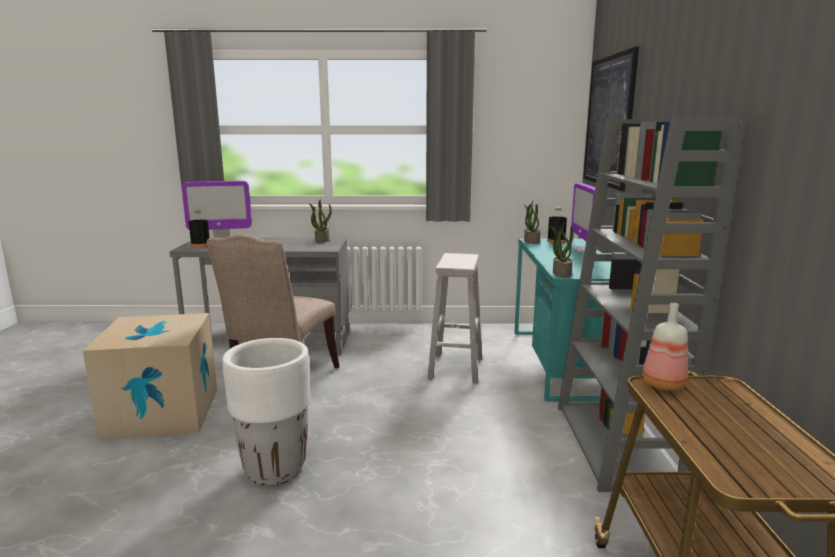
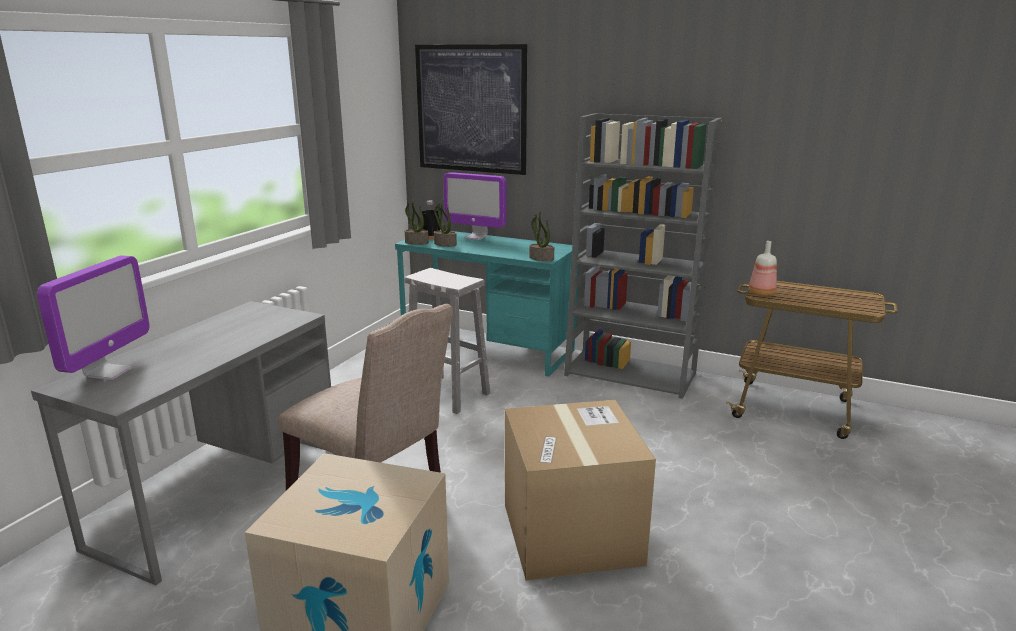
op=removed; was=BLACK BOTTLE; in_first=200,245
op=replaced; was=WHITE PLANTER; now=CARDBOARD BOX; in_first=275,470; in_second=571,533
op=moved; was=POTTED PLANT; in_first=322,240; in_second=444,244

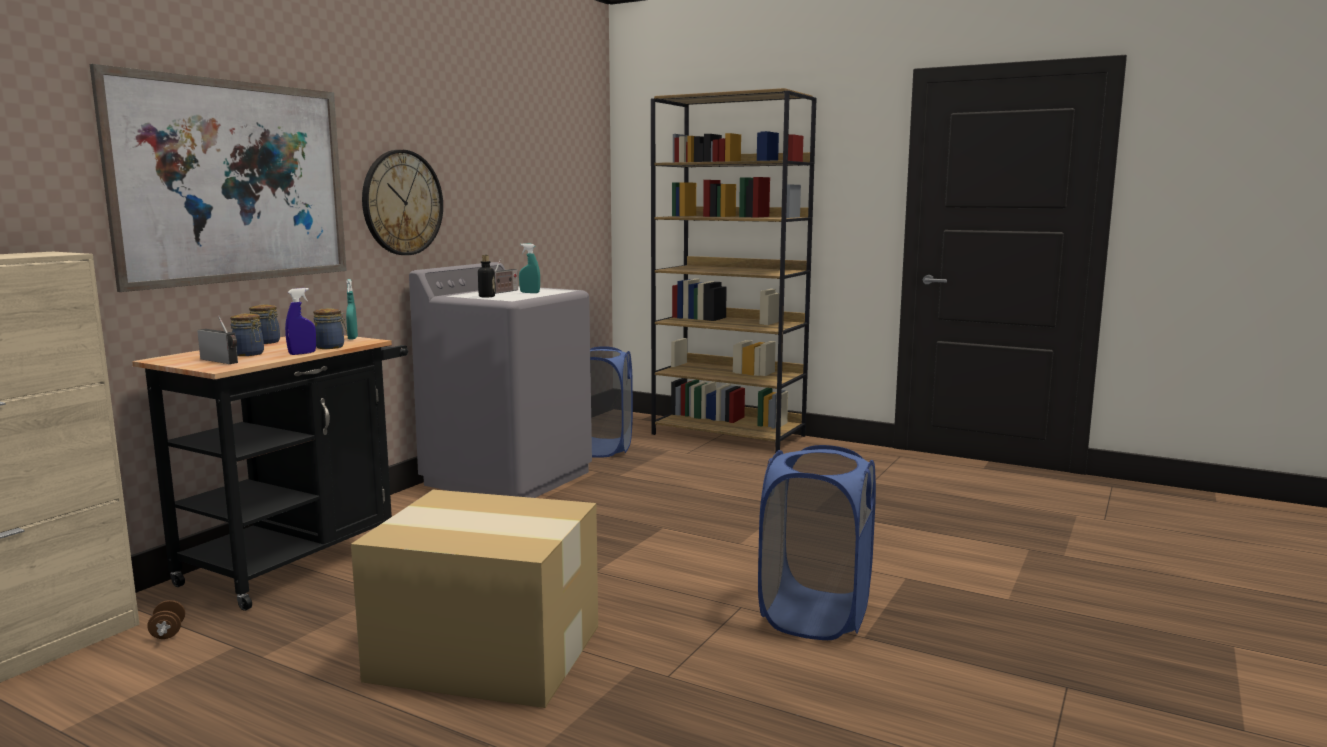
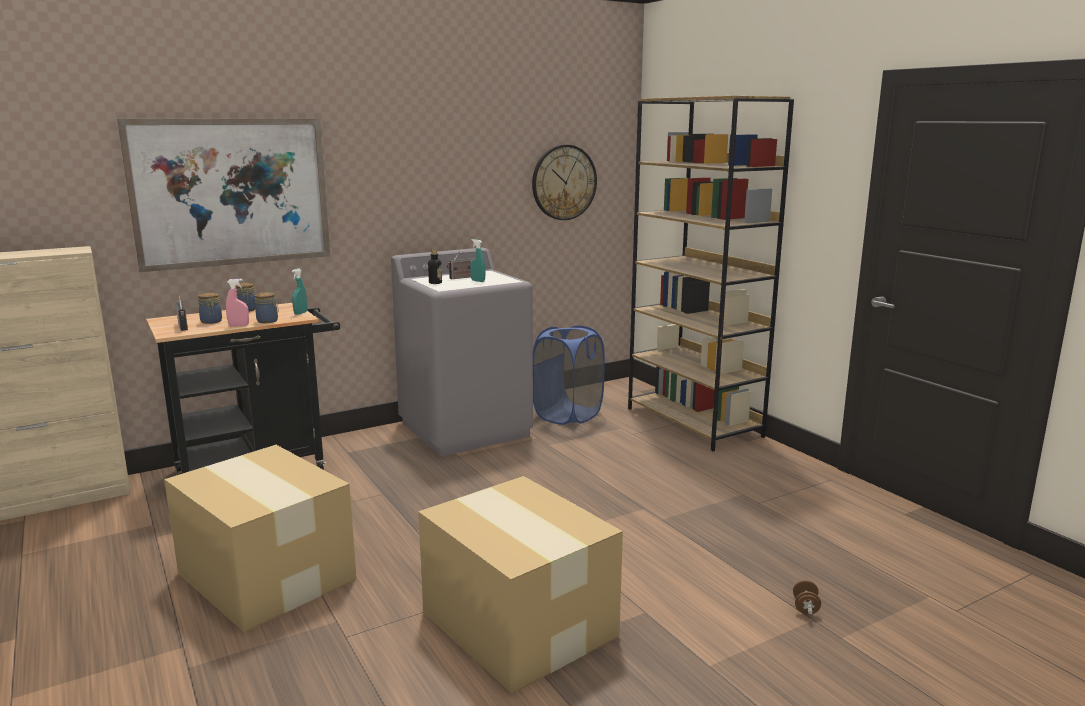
op=moved; was=BROWN DUMBBELL; in_first=168,633; in_second=805,607
op=recoloured; was=BLUE SPRAY BOTTLE; now=PINK SPRAY BOTTLE; in_first=302,353; in_second=238,326
op=moved; was=WALL CLOCK; in_first=402,203; in_second=564,182
op=replaced; was=BLUE LAUNDRY BASKET; now=CARDBOARD BOX; in_first=815,615; in_second=518,622

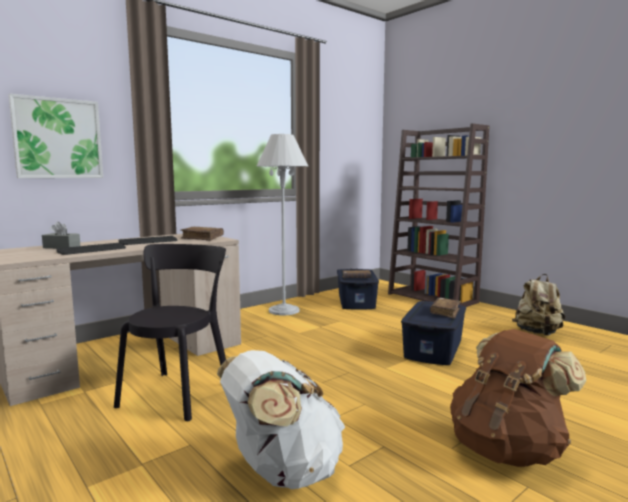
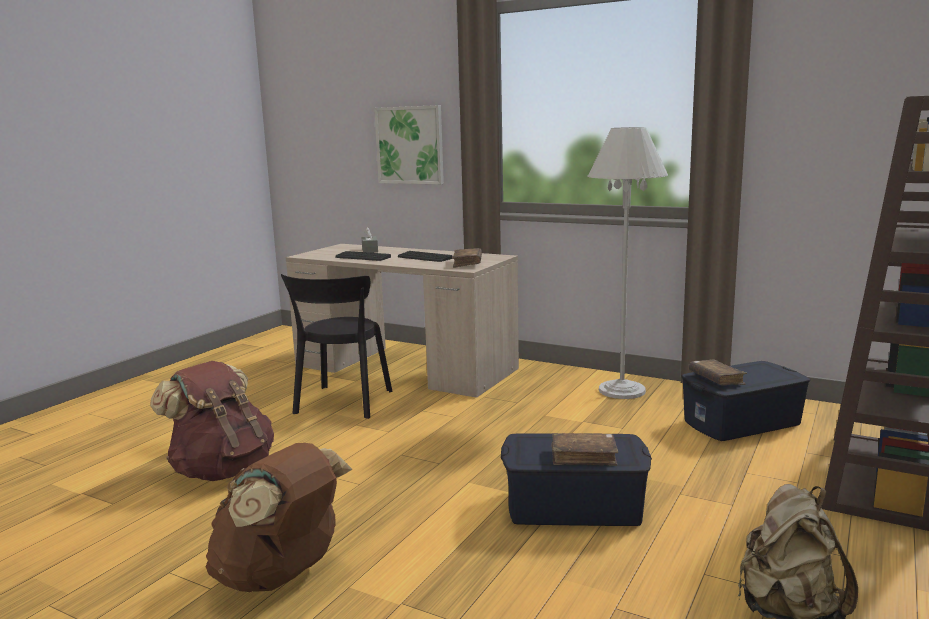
op=turned; was=BLACK CHAIR; in_first=178,392; in_second=342,404; clockwise=105
op=recoloured; was=WHITE BACKPACK; now=BROWN BACKPACK; in_first=282,472; in_second=222,470

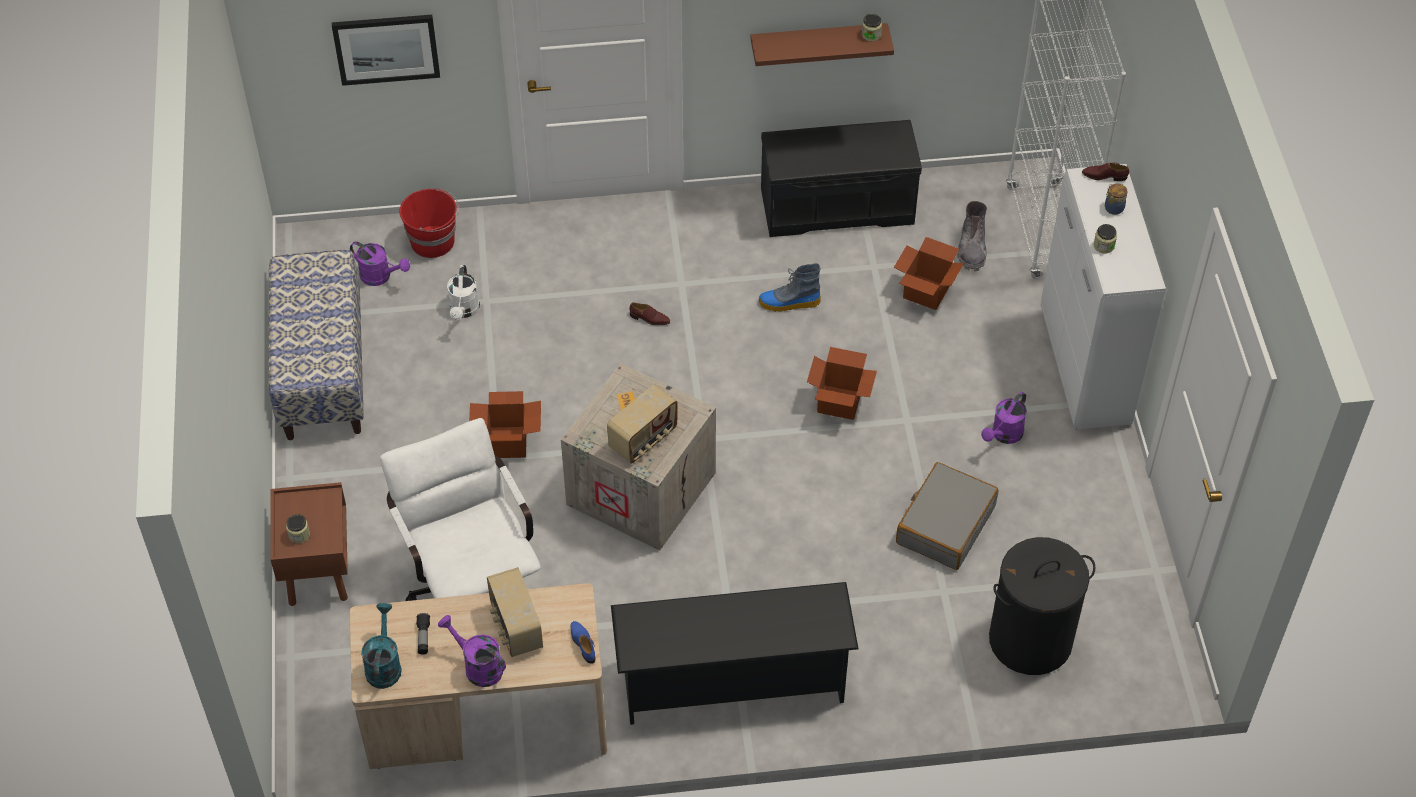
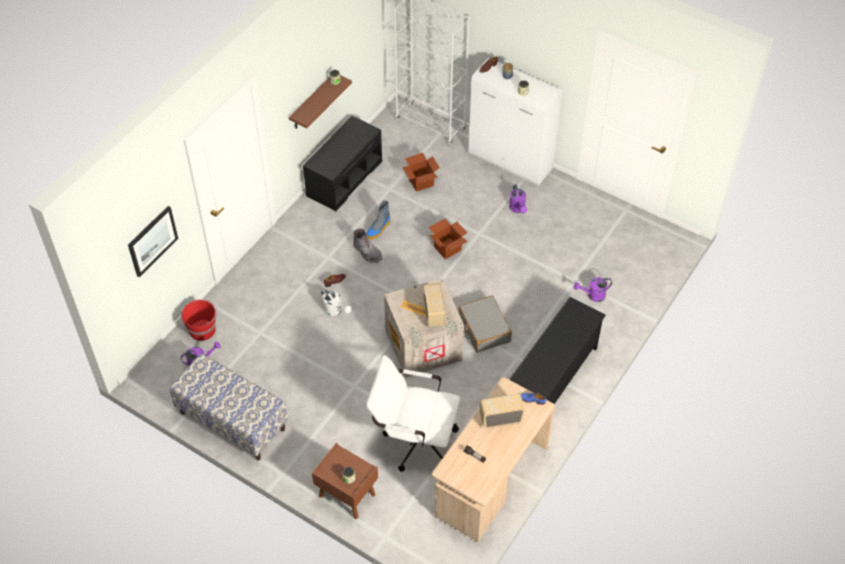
op=removed; was=TURQUOISE WATERING CAN; in_first=384,664
op=moved; was=PURPLE WATERING CAN; in_first=477,666; in_second=593,295
op=moved; was=WHITE WATERING CAN; in_first=464,311; in_second=335,311
op=removed; was=CARDBOARD BOX; in_first=508,442
op=turned; was=RADIO; in_first=515,627; in_second=500,418; clockwise=150
op=moved; was=GREY SUITCASE; in_first=945,524; in_second=484,329
op=moved; was=GREY BOOT; in_first=972,249; in_second=367,253
op=removed; was=BLACK LAUNDRY BASKET; in_first=1030,640

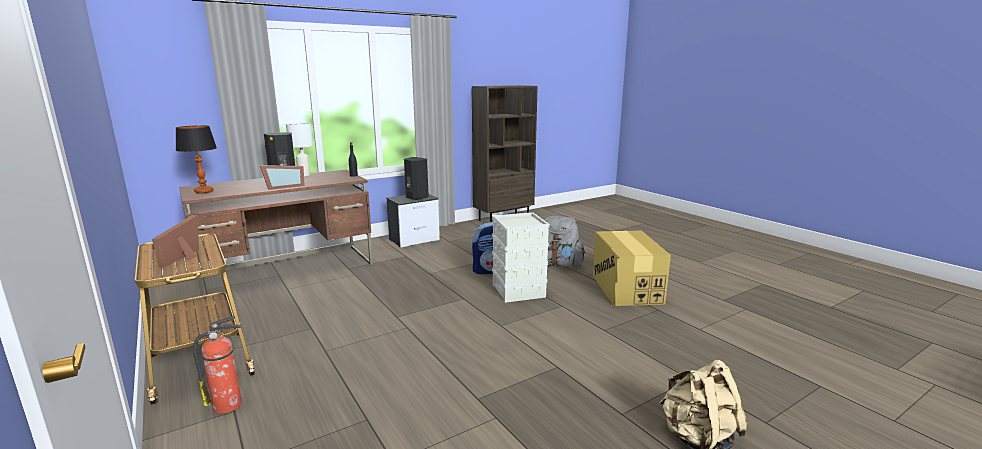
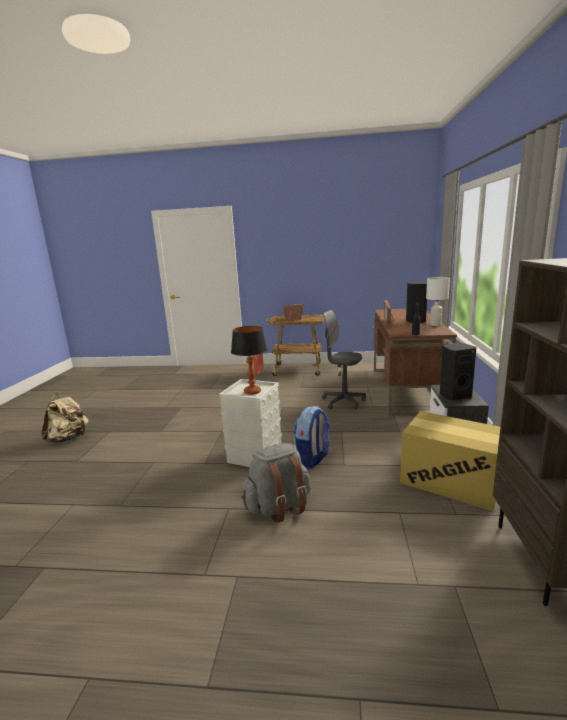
op=moved; was=TABLE LAMP; in_first=204,192; in_second=252,392
op=moved; was=CARDBOARD BOX; in_first=626,288; in_second=451,481
op=added; now=GREY OFFICE CHAIR; in_second=343,402

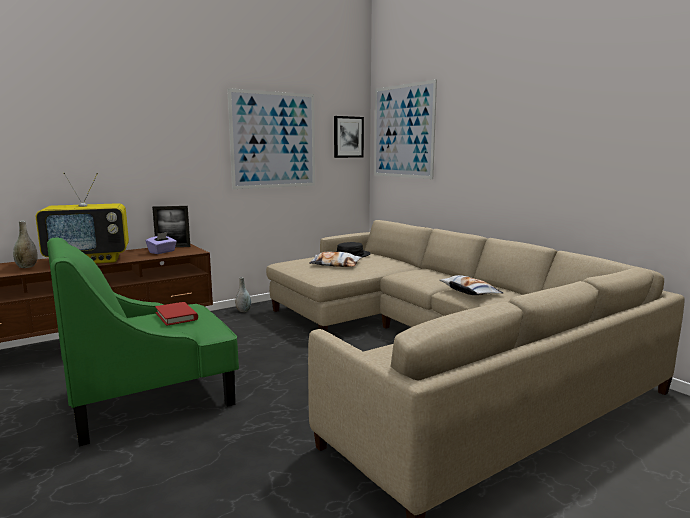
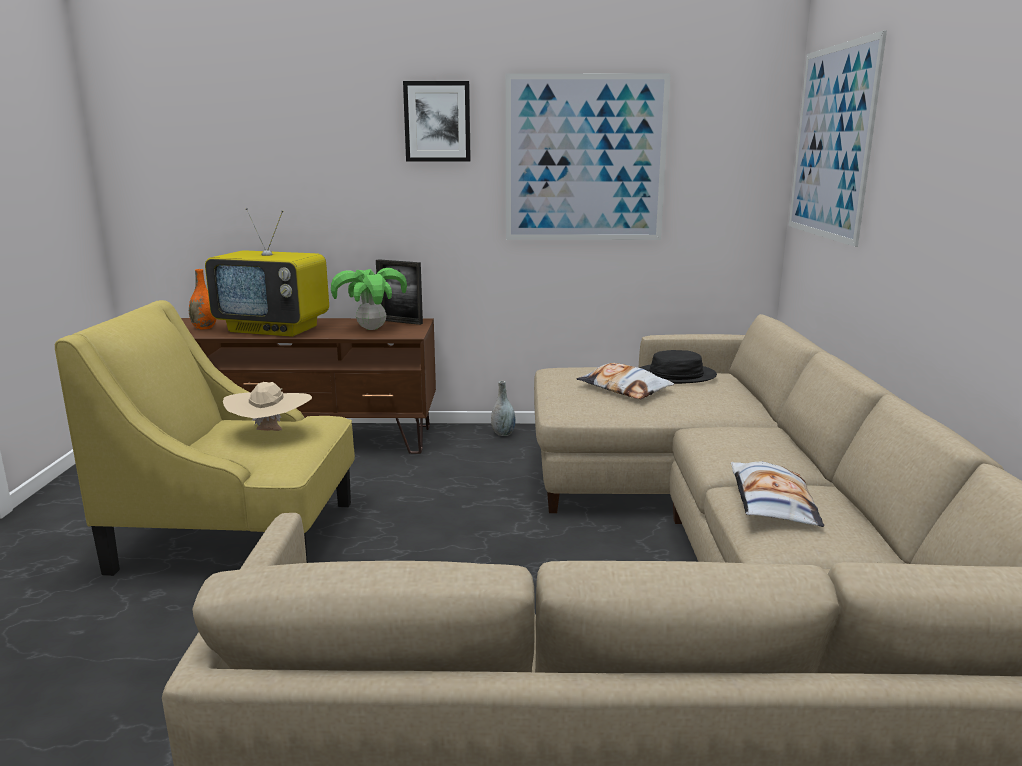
op=recoloured; was=GREY VASE; now=ORANGE VASE; in_first=27,267; in_second=204,328
op=recoloured; was=GREEN ARMCHAIR; now=YELLOW ARMCHAIR; in_first=151,397; in_second=238,535
op=replaced; was=PURPLE TISSUE BOX; now=POTTED PLANT; in_first=162,252; in_second=371,328
op=replaced; was=RED BOOK; now=BEIGE HAT; in_first=176,316; in_second=270,433
op=moved; was=PICTURE; in_first=348,137; in_second=437,122

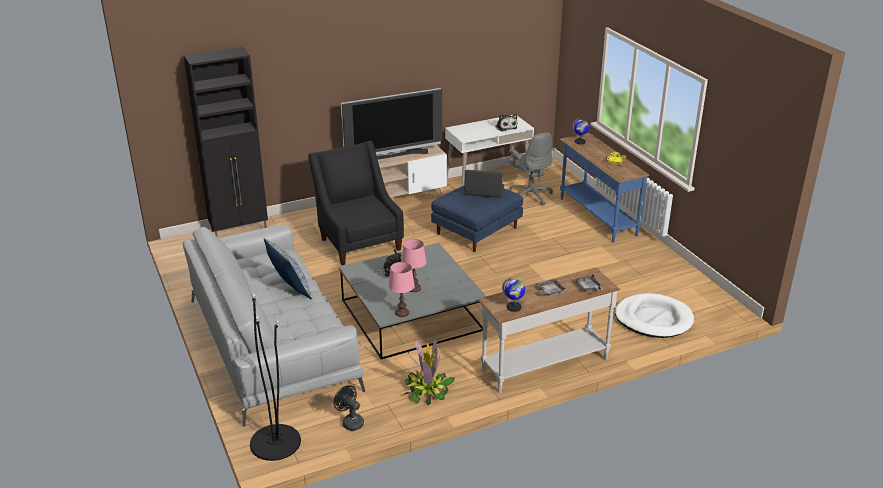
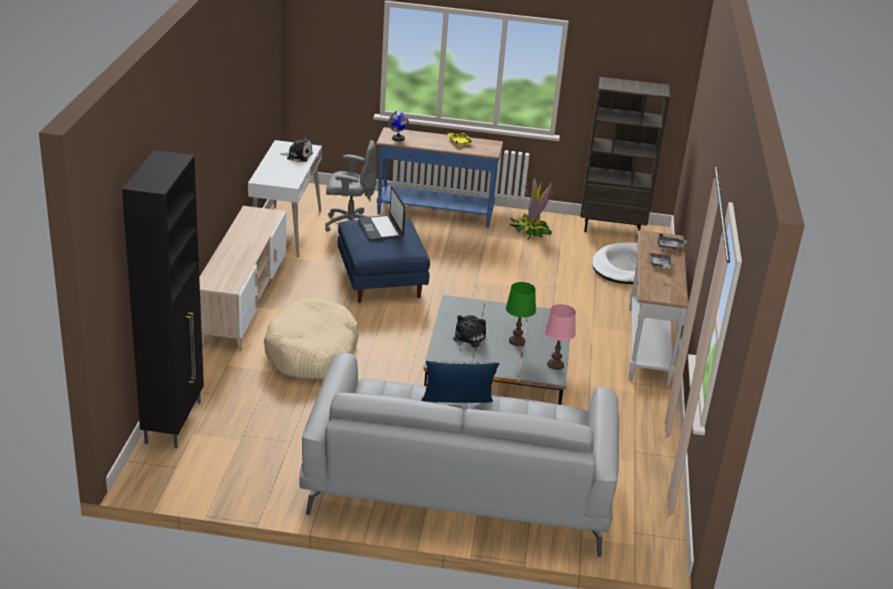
op=removed; was=BLACK FLOOR LAMP; in_first=275,442
op=replaced; was=BLACK ARMCHAIR; now=BEIGE DOG BED; in_first=358,241; in_second=311,352
op=removed; was=BLACK FAN; in_first=350,422
op=removed; was=TELEVISION; in_first=392,156
op=recoloured; was=PINK TABLE LAMP; now=GREEN TABLE LAMP; in_first=414,288; in_second=516,341
op=moved; was=POTTED PLANT; in_first=426,391; in_second=530,231
op=turned; was=LAPTOP; in_first=484,191; in_second=381,228; clockwise=-60
op=removed; was=GLOBE; in_first=514,307
op=added; now=BROWN BOOKCASE; in_second=612,229

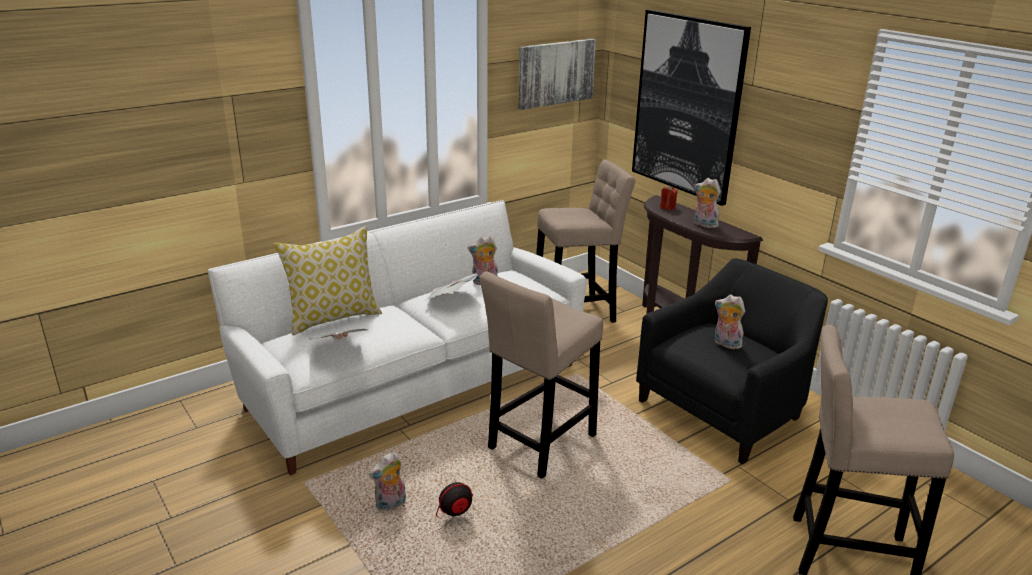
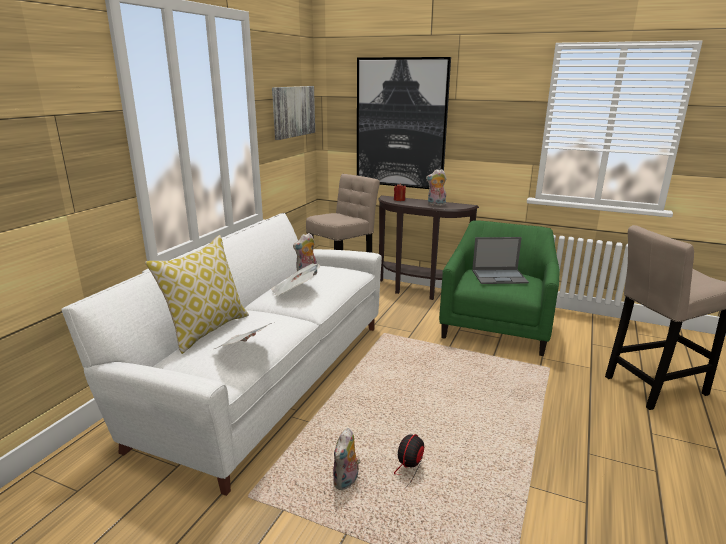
op=removed; was=BEIGE STOOL; in_first=539,445
op=recoloured; was=BLACK ARMCHAIR; now=GREEN ARMCHAIR; in_first=724,409; in_second=496,327
op=replaced; was=PLUSH TOY; now=LAPTOP; in_first=726,344; in_second=500,277

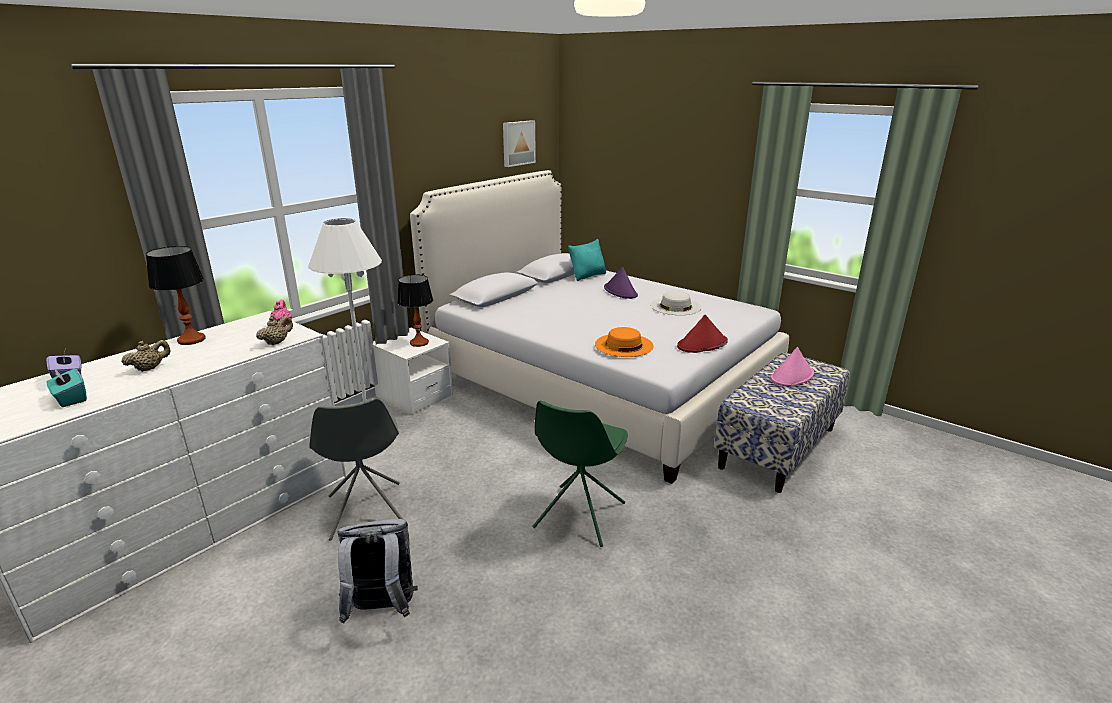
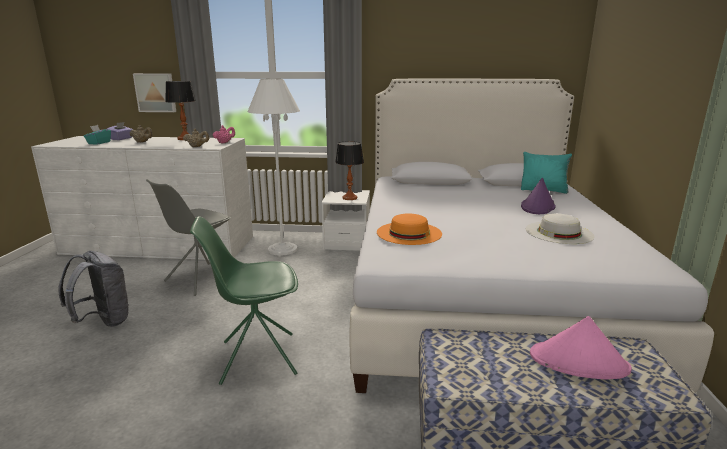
op=moved; was=PICTURE; in_first=517,143; in_second=156,92
op=removed; was=RED HAT; in_first=702,344

